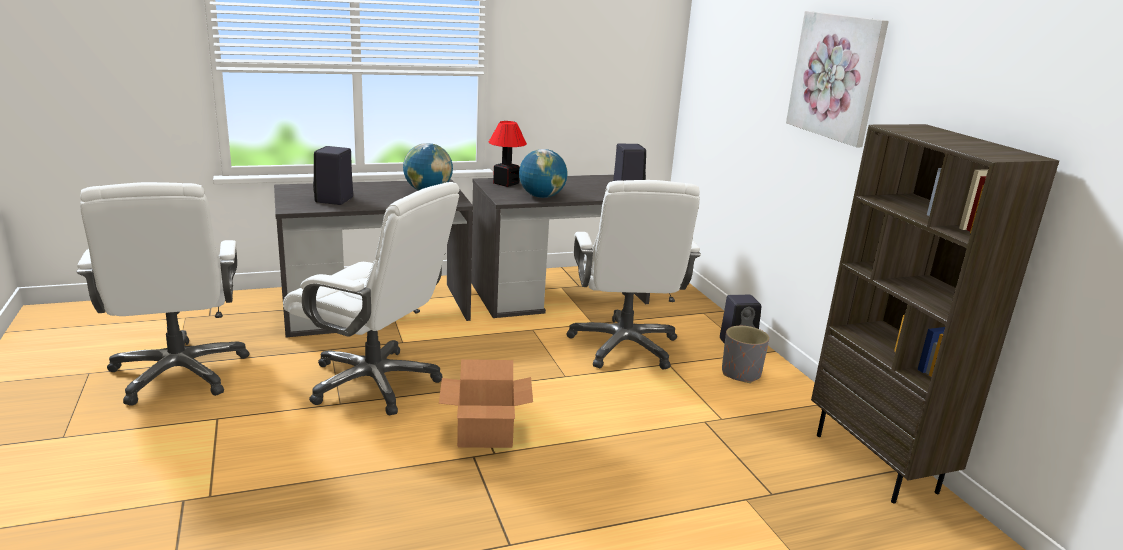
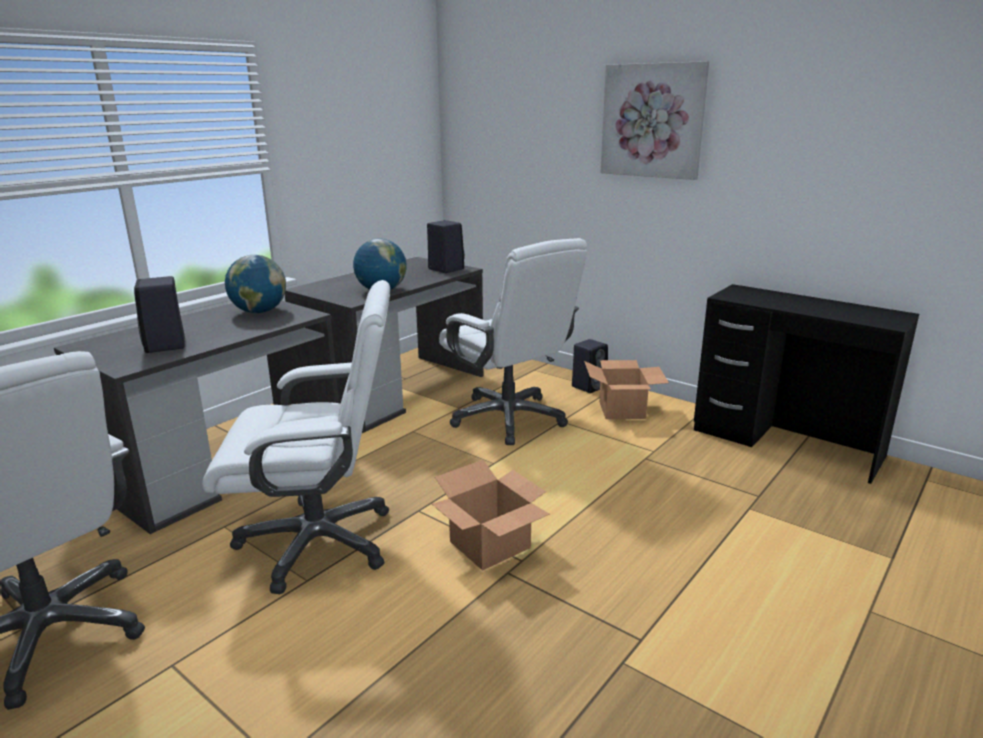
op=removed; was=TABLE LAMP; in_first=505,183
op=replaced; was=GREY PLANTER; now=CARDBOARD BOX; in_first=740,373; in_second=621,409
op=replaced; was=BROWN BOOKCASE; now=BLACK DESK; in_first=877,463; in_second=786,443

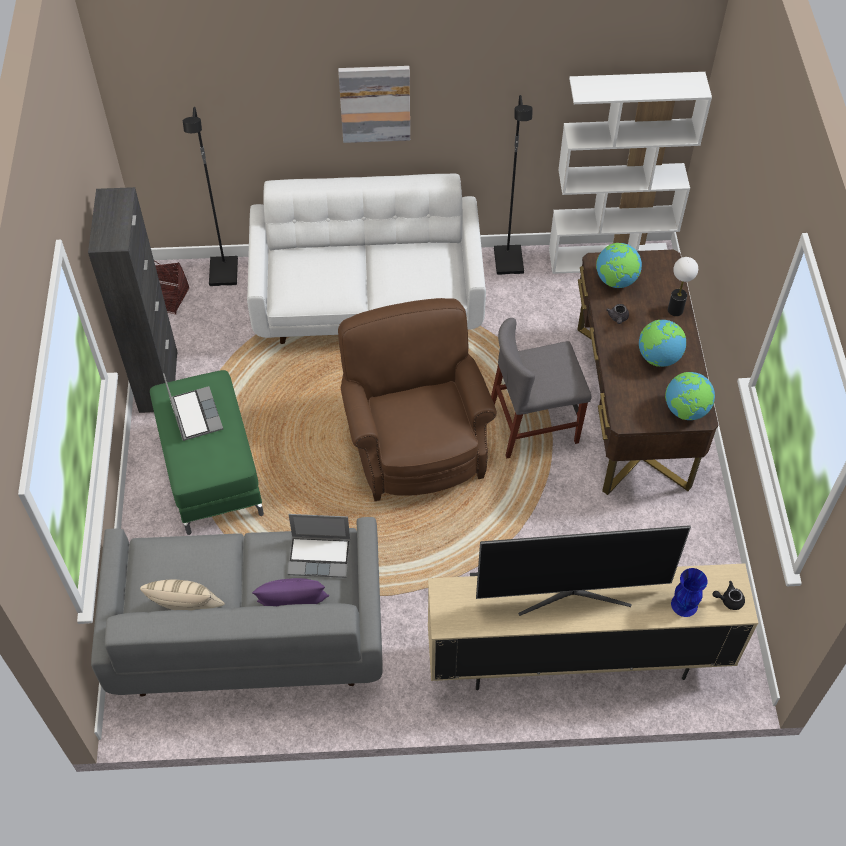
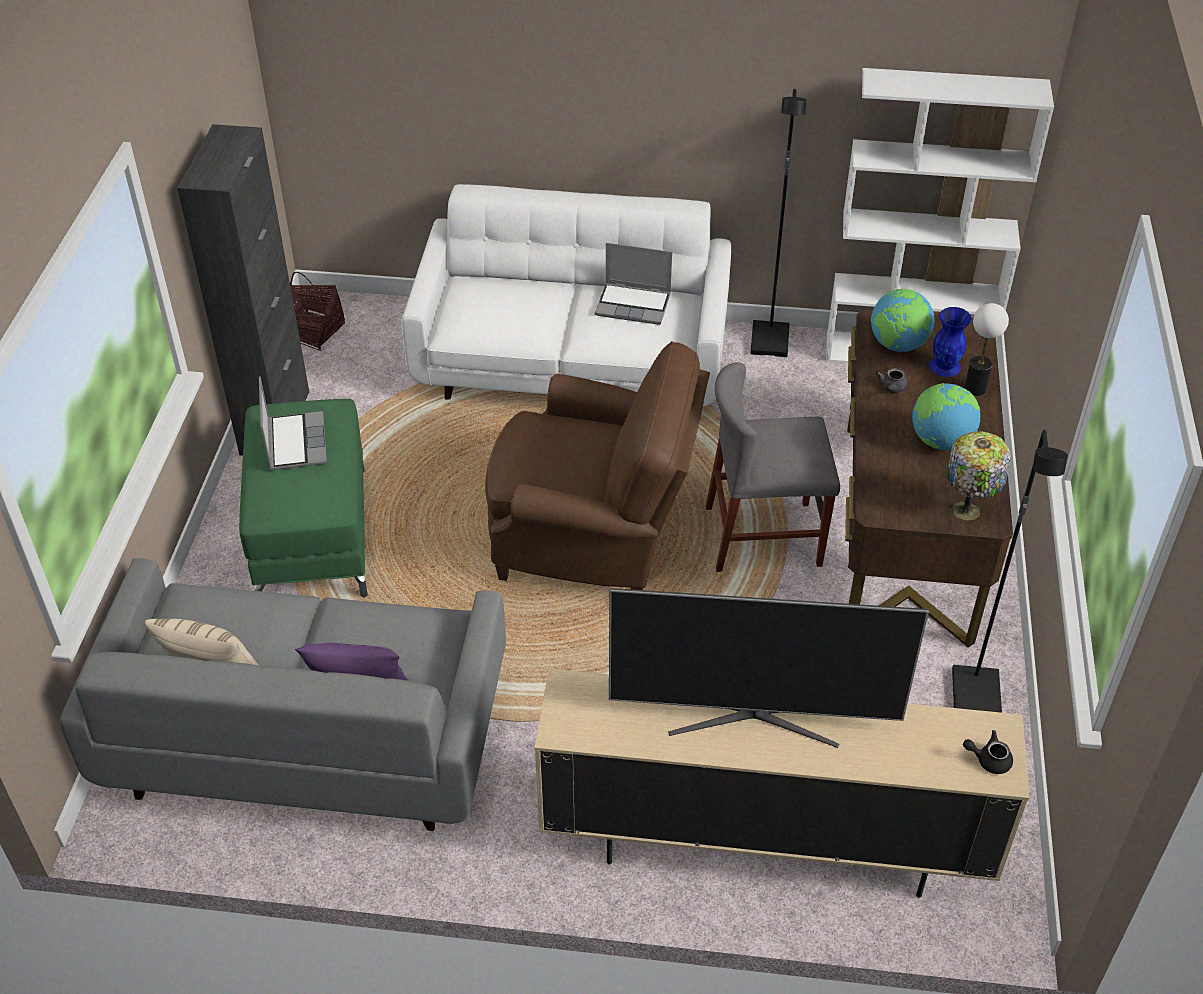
op=moved; was=BLACK FLOOR LAMP; in_first=224,273; in_second=977,696
op=moved; was=LAPTOP; in_first=320,556; in_second=634,304
op=removed; was=PICTURE; in_first=375,103
op=turned; was=BROWN ARMCHAIR; in_first=415,442; in_second=595,536; clockwise=105
op=replaced; was=GLOBE; now=TABLE LAMP; in_first=686,410; in_second=968,510
op=moved; was=BLUE VASE; in_first=684,604; in_second=945,366

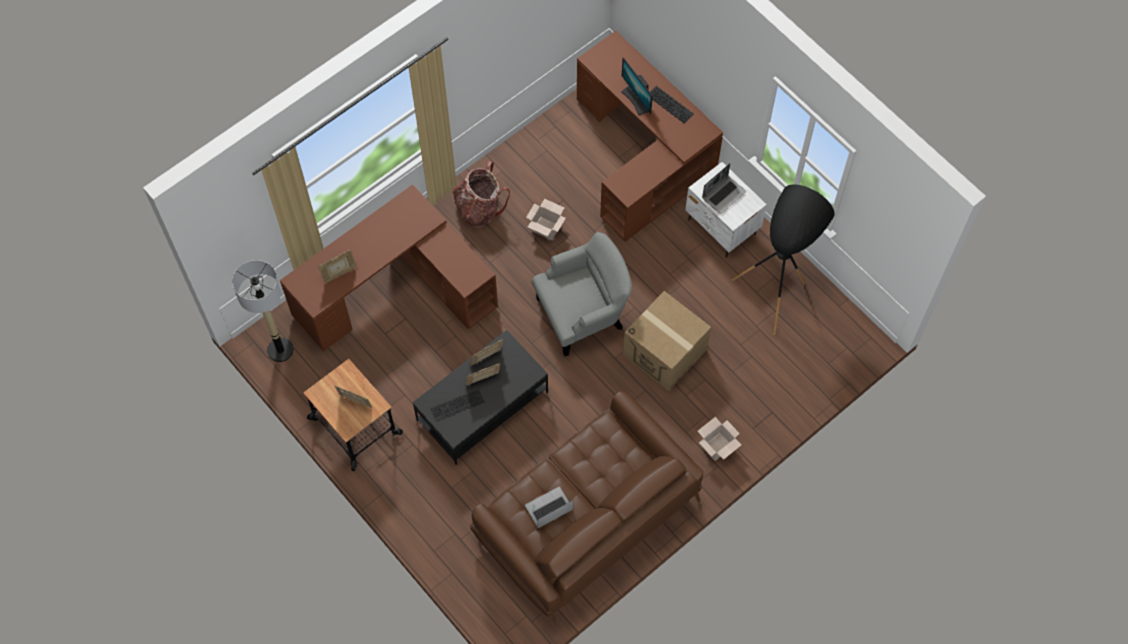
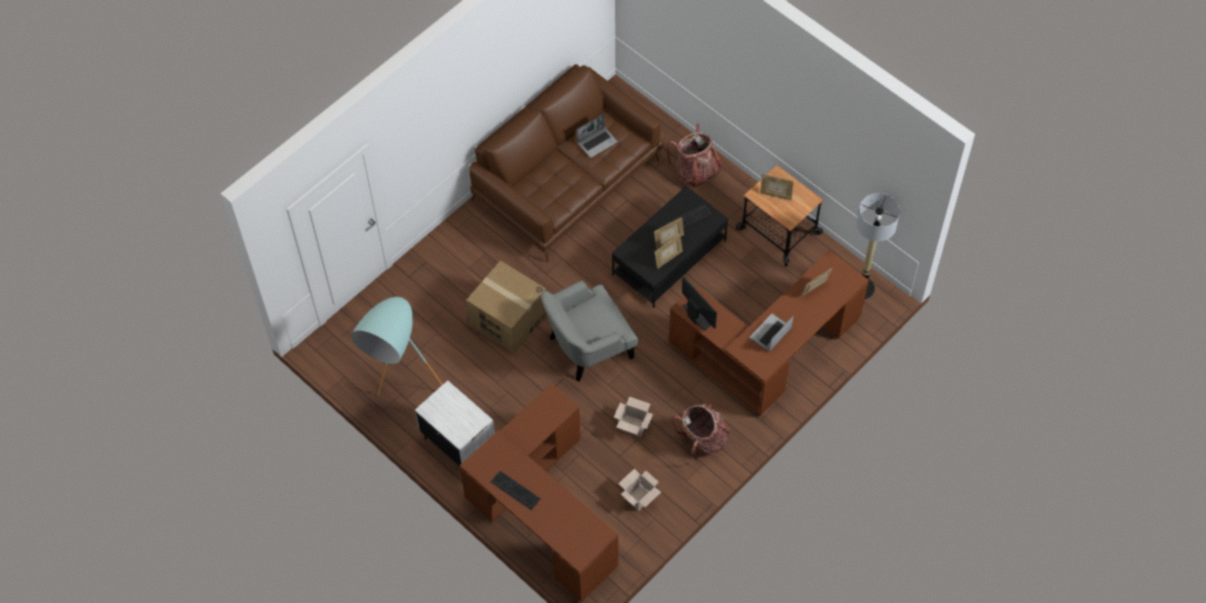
op=moved; was=MONITOR; in_first=636,100; in_second=697,316
op=moved; was=CARDBOARD BOX; in_first=717,447; in_second=639,496
op=moved; was=LAPTOP; in_first=723,194; in_second=770,334
op=recoloured; was=BLACK FLOOR LAMP; now=TURQUOISE FLOOR LAMP; in_first=777,288; in_second=403,387
op=added; now=BACKPACK; in_second=696,172

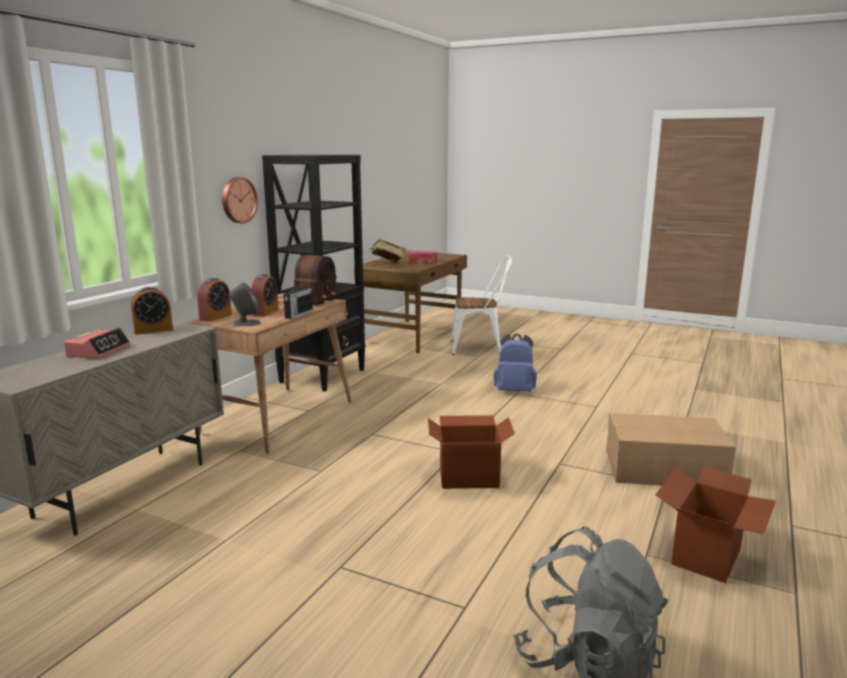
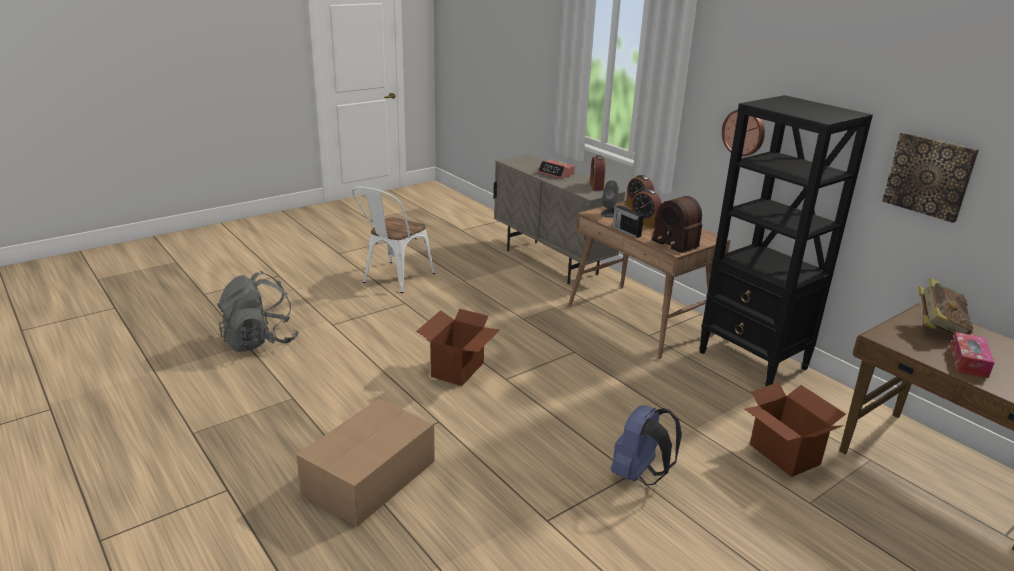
op=moved; was=WHITE CHAIR; in_first=480,347; in_second=394,279
op=moved; was=CARDBOARD BOX; in_first=708,556; in_second=783,455
op=added; now=PICTURE; in_second=929,176

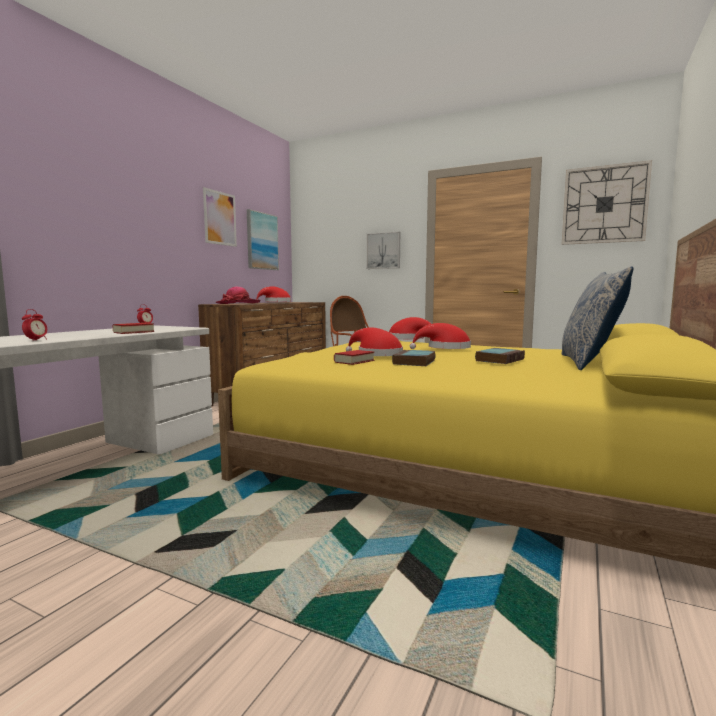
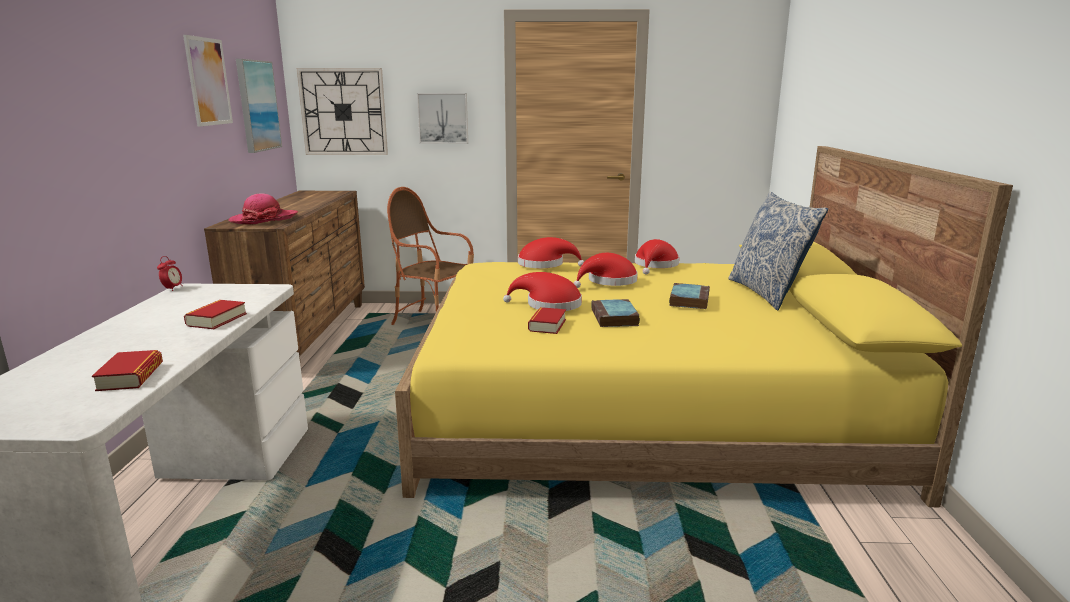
op=replaced; was=ALARM CLOCK; now=BOOK; in_first=36,340; in_second=130,377
op=moved; was=RED HAT; in_first=275,302; in_second=655,265
op=moved; was=WALL CLOCK; in_first=604,204; in_second=343,112

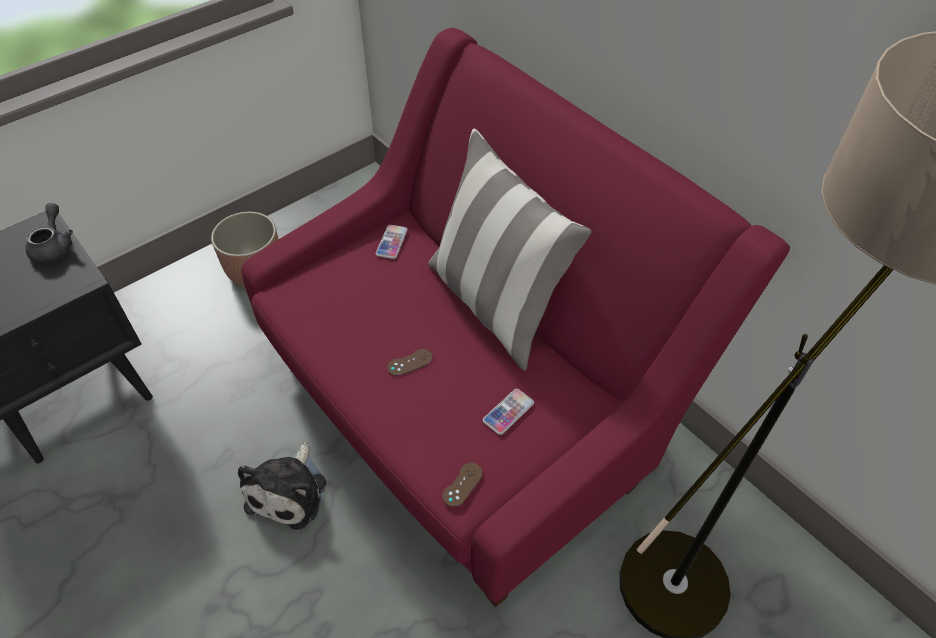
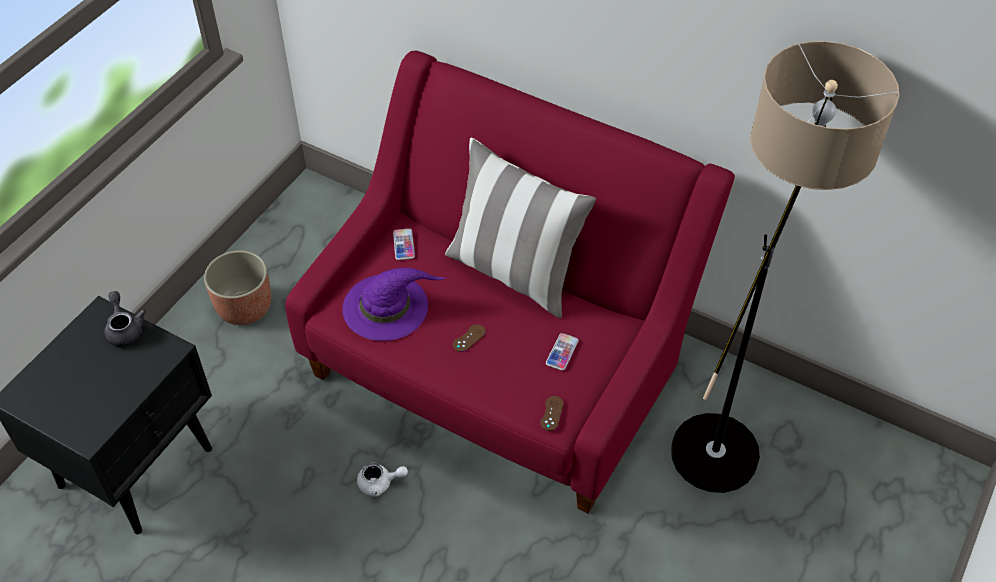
op=replaced; was=PLUSH TOY; now=WHITE TEAPOT; in_first=289,491; in_second=380,483
op=added; now=PURPLE HAT; in_second=387,306

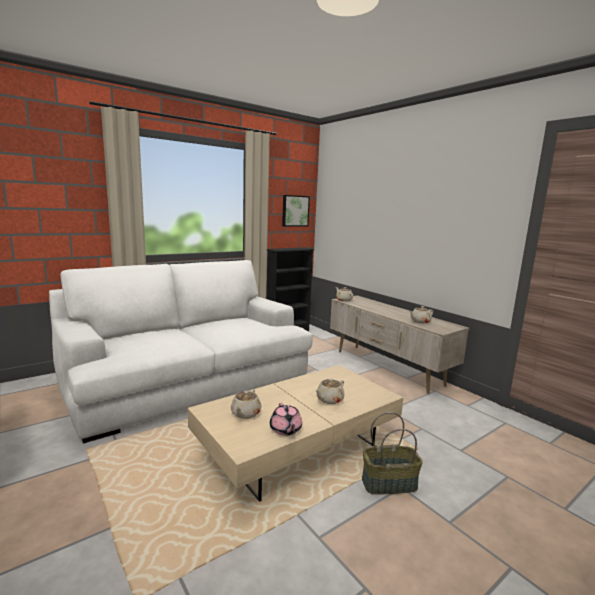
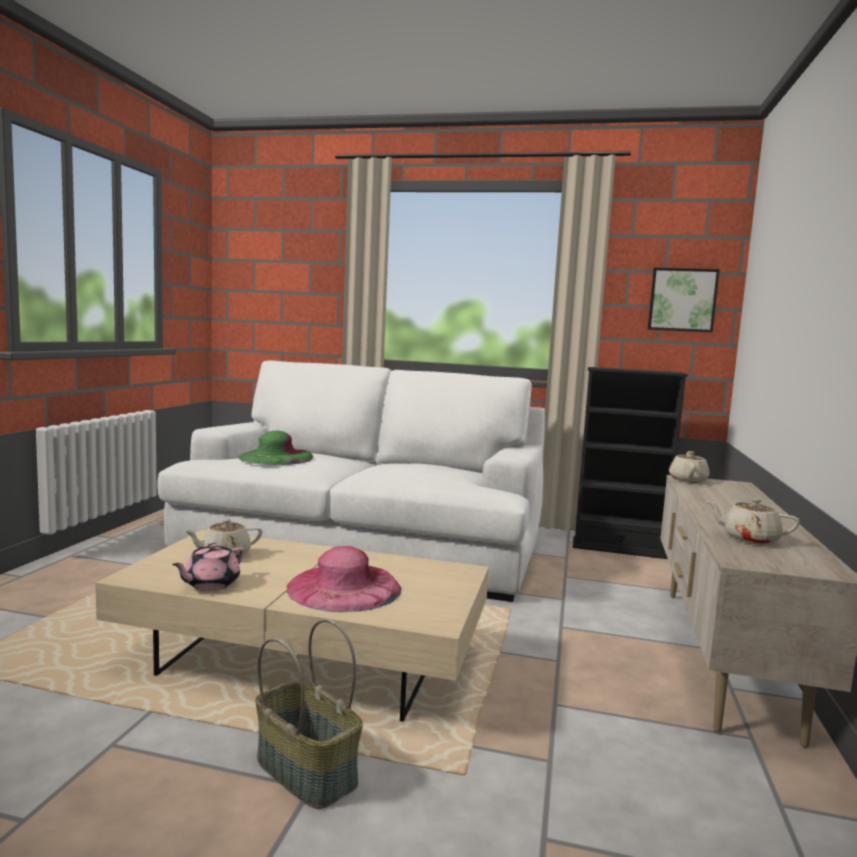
op=replaced; was=BEIGE TEAPOT; now=PINK HAT; in_first=329,399; in_second=344,587
op=added; now=GREEN HAT; in_second=276,457

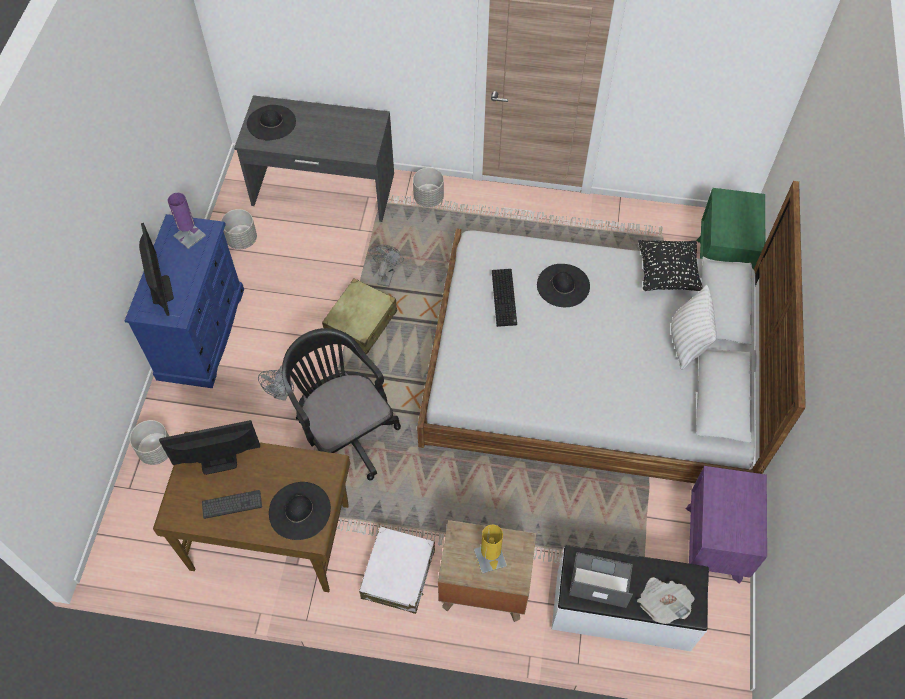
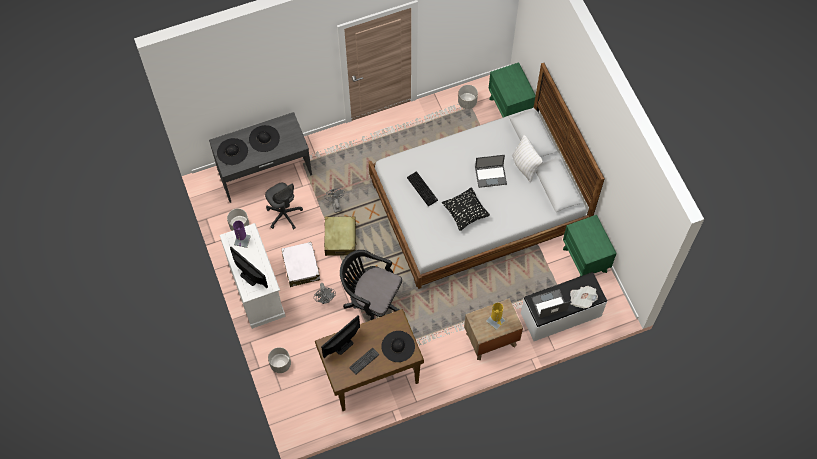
op=recoloured; was=BLUE DRESSER; now=WHITE DRESSER; in_first=201,333; in_second=257,290
op=moved; was=WHITE SUITCASE; in_first=398,574; in_second=301,267
op=moved; was=GREY PLANTER; in_first=428,198; in_second=467,102
op=moved; was=BLACK HAT; in_first=563,285; in_second=264,138
op=moved; was=BLACK PILLOW; in_first=666,275; in_second=465,213
op=recoloured; was=PURPLE NIGHTSTAND; now=GREEN NIGHTSTAND; in_first=713,543; in_second=585,260
op=added; now=GREY OFFICE CHAIR; in_second=284,215
op=added; now=LAPTOP; in_second=491,176

